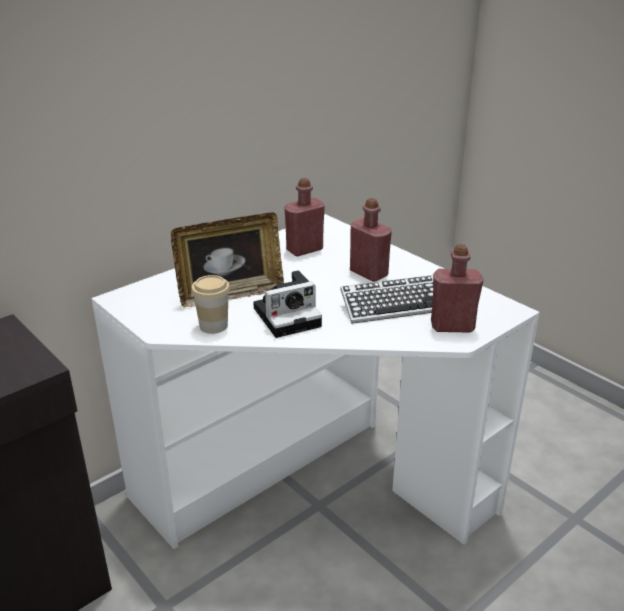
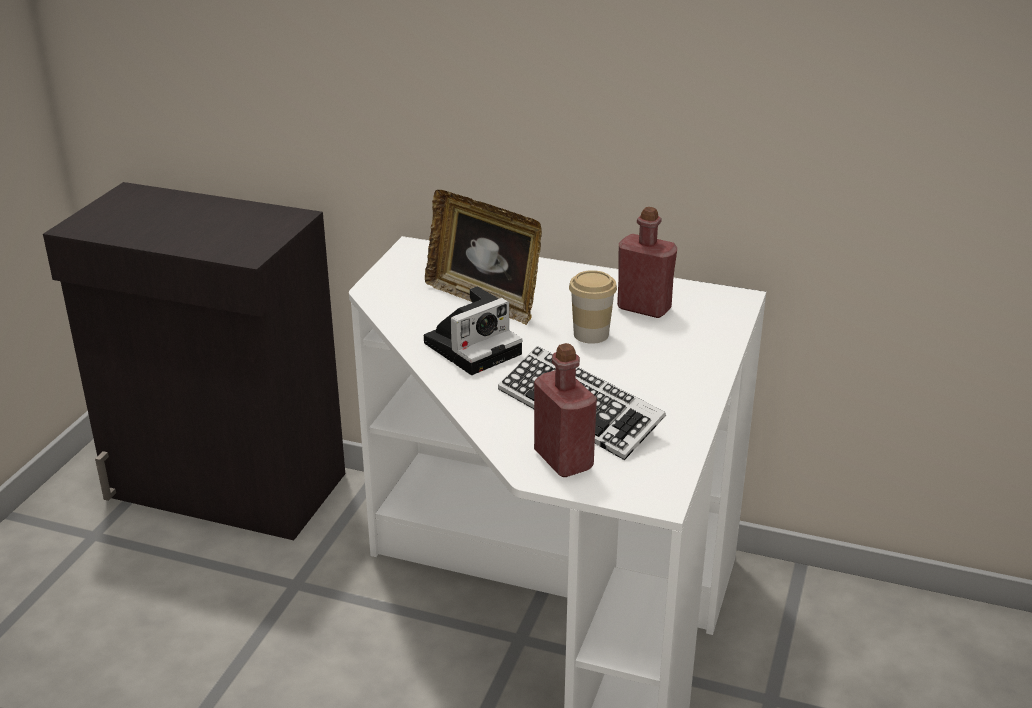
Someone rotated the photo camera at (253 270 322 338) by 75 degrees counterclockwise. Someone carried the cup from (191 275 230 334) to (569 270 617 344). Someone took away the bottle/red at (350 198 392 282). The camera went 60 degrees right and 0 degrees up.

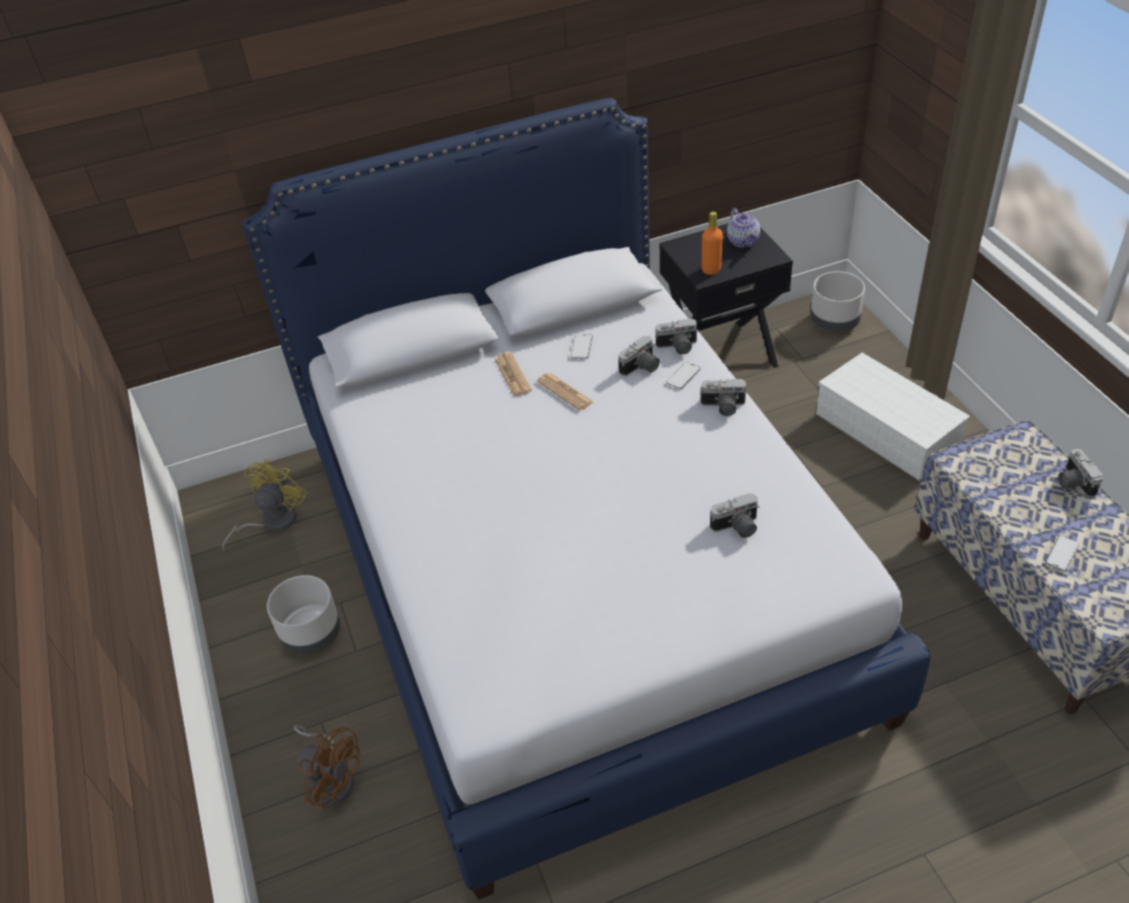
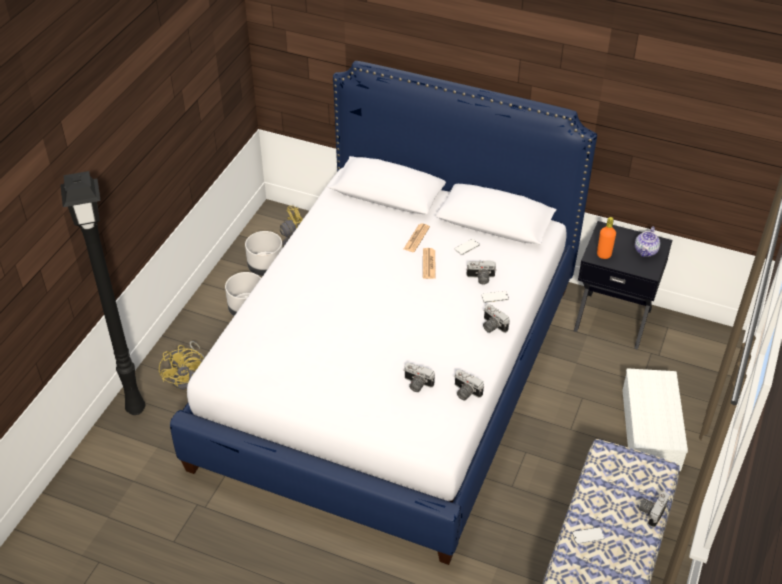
Someone put down the floor lamp/black at (60 171 145 415). Someone repainted the fan/brown at (294 725 360 809), which became the fan/yellow at (159 341 205 390). Someone carried the planter/grey from (810 271 865 332) to (245 231 283 276). Someone carried the photo camera from (655 318 699 354) to (454 370 484 400). The camera went 40 degrees right and 0 degrees up.

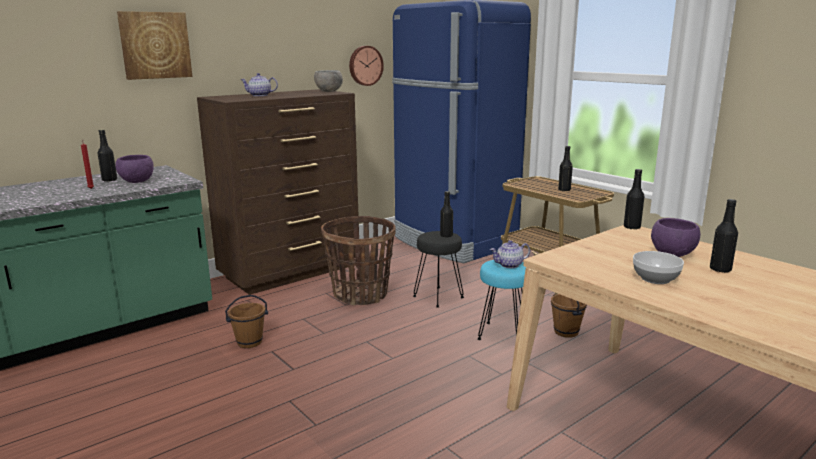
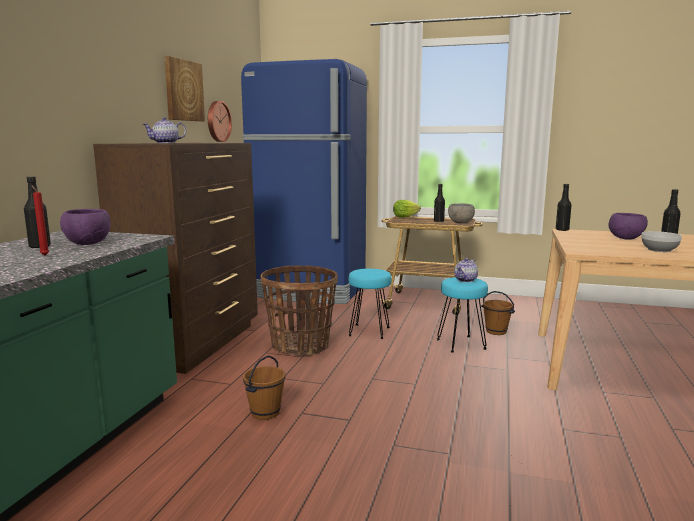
Someone carried the picture from (117 11 192 80) to (164 56 205 121). Someone repainted the stool/black at (413 231 464 308), which became the stool/turquoise at (348 269 392 339). Someone put down the lettuce at (393 200 421 218). Someone carried the bowl/grey from (314 70 343 92) to (448 203 475 224). Someone took away the bottle/black at (440 191 453 237). The camera went 35 degrees left and 5 degrees down.

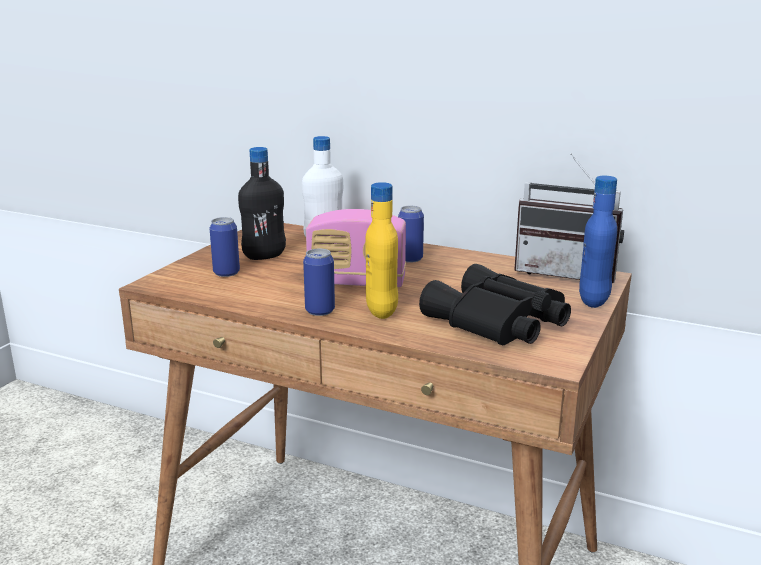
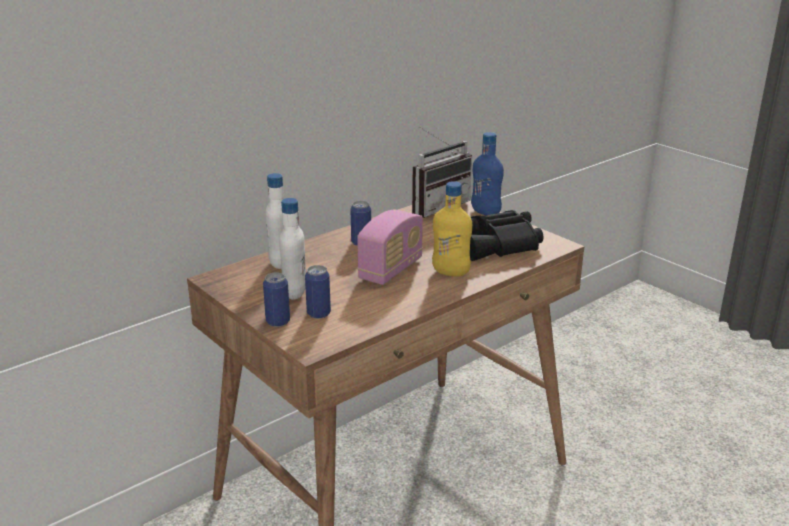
Someone carried the can from (303 248 335 316) to (263 272 290 327). Someone repainted the bottle/black at (238 147 286 260), which became the bottle/white at (279 198 306 300). The camera went 65 degrees left and 5 degrees up.

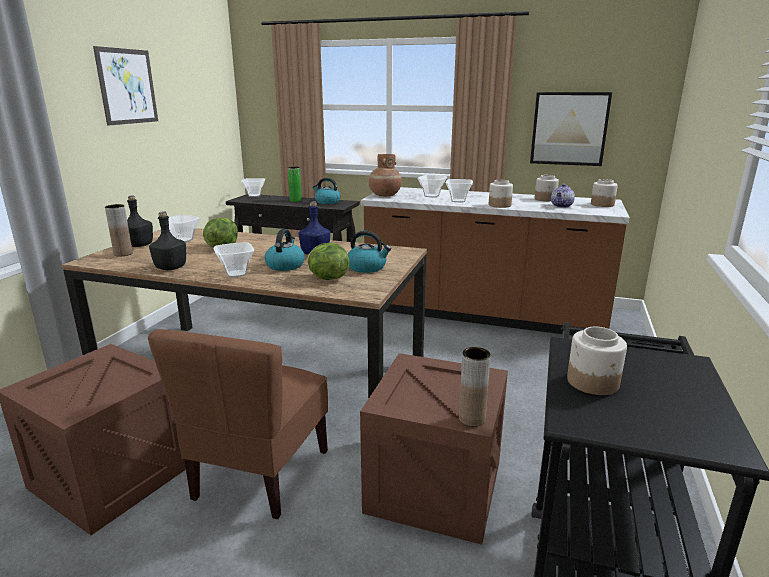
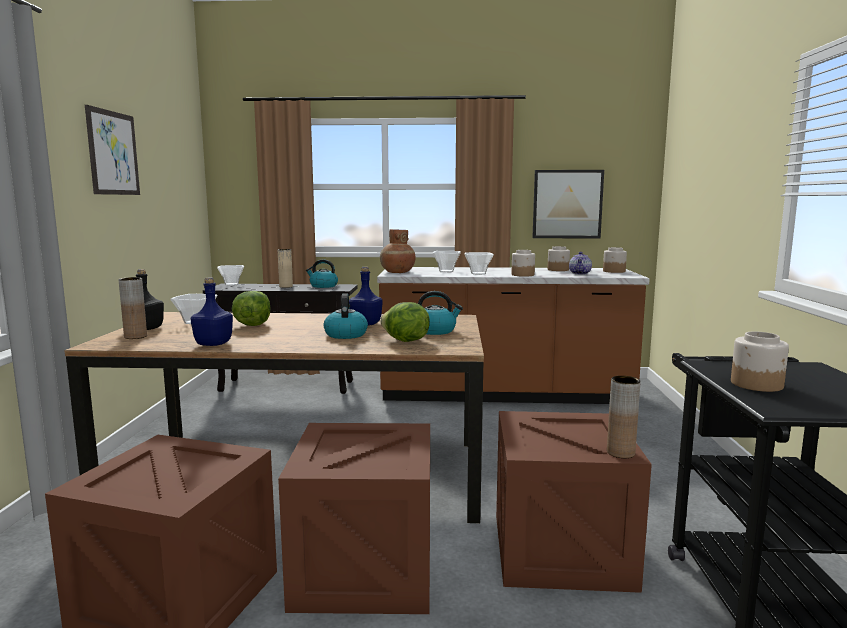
Someone repainted the bottle/black at (149 211 186 270), which became the bottle/blue at (191 277 233 346). Someone repainted the vase/green at (288 167 302 202), which became the vase/beige at (278 249 293 288). Someone swapped the chair/brown at (148 329 328 519) for the crate at (278 423 430 614). Someone took away the bowl at (213 242 254 278). The camera went 15 degrees left and 10 degrees down.

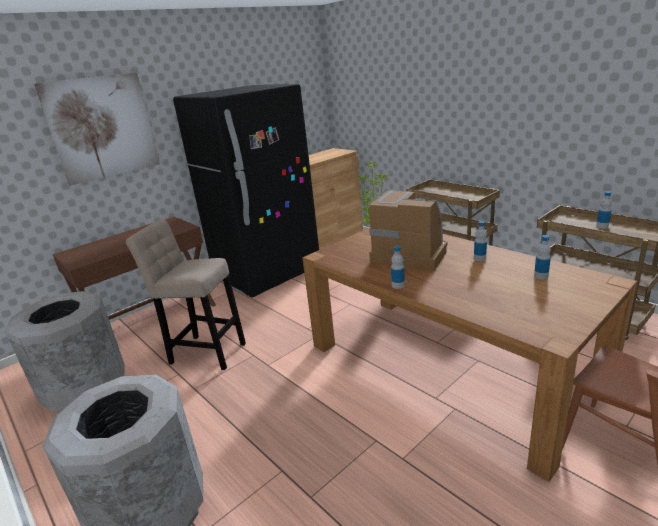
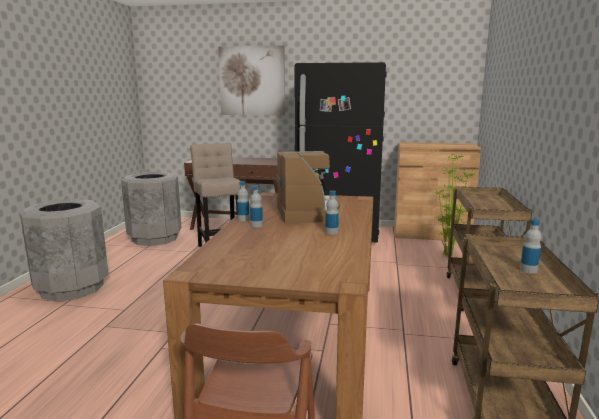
Someone carried the bottle from (534 235 551 279) to (250 186 263 227). The camera went 50 degrees right and 10 degrees down.

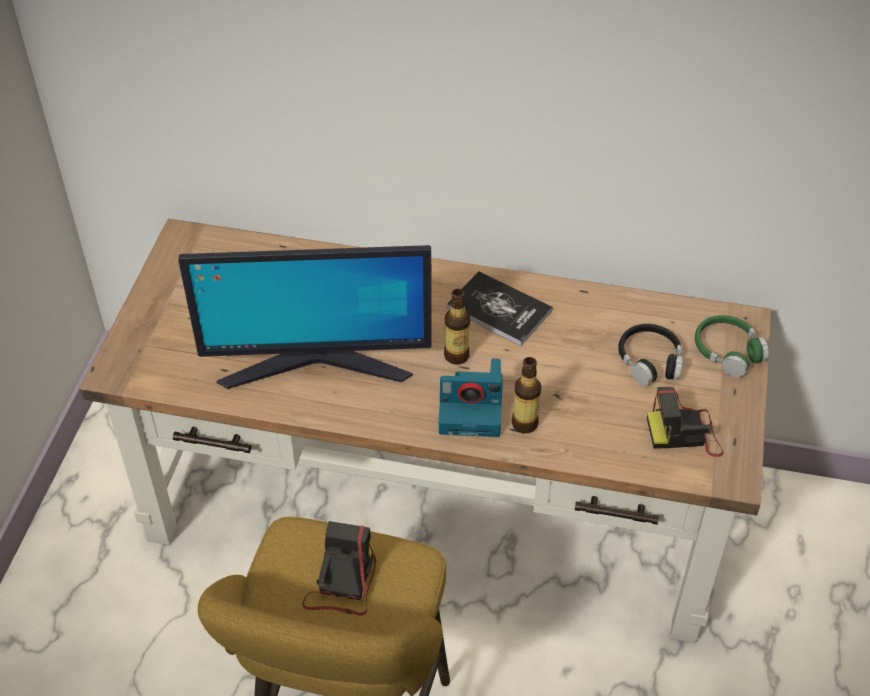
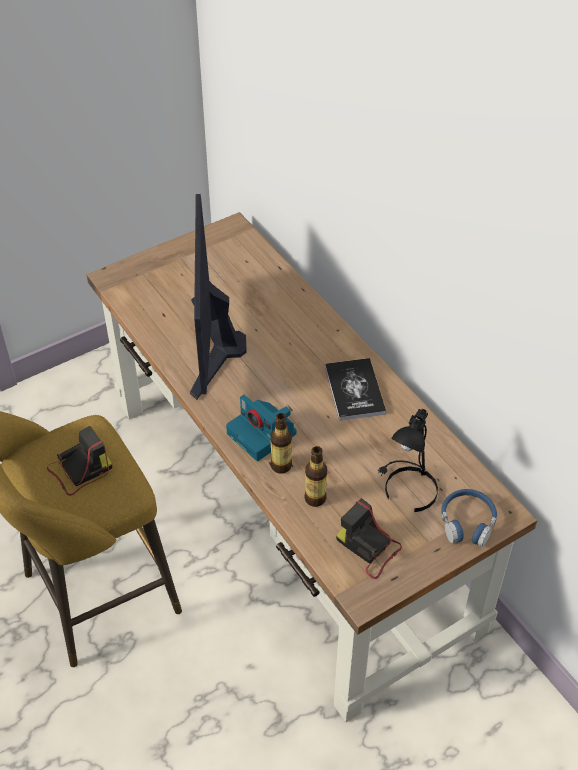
Someone rotated the monitor at (178 245 432 389) by 45 degrees clockwise. Someone carried the bottle from (444 289 470 365) to (304 446 327 507). Someone swapped the headphones/black at (618 324 683 386) for the table lamp/black at (378 409 438 512). Someone repainted the headphones/green at (695 315 769 377), which became the headphones/blue at (441 489 497 547). The camera went 45 degrees right and 0 degrees up.

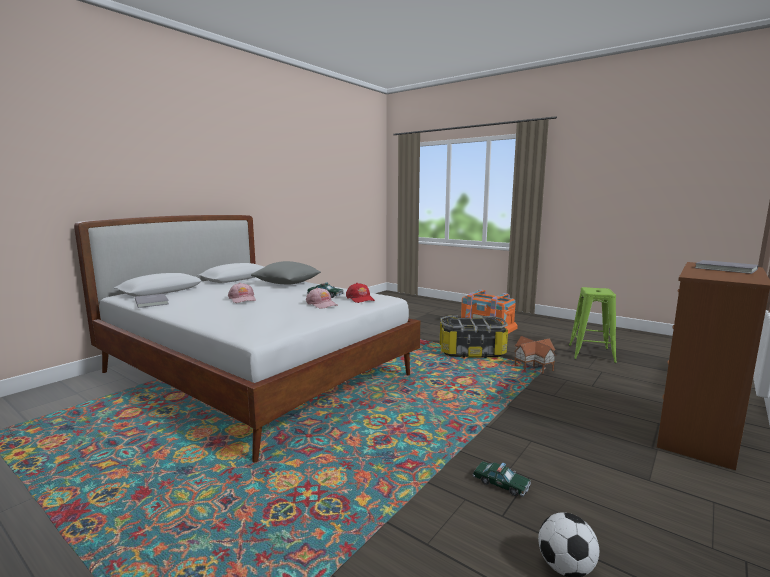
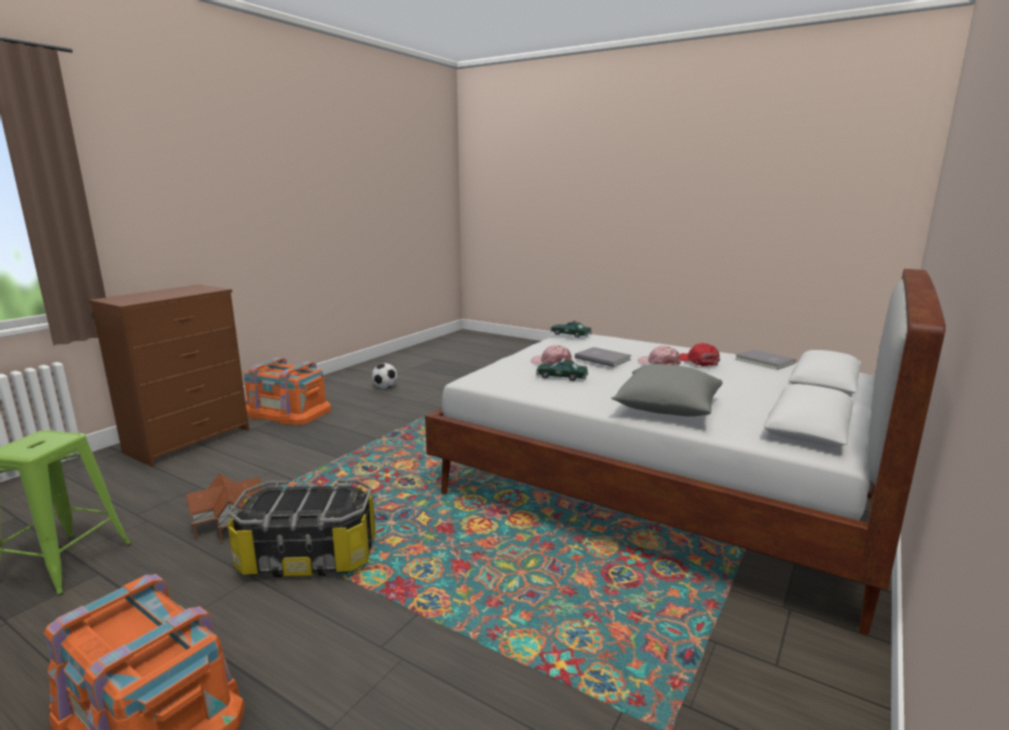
Someone put down the storage box/orange at (244 357 331 425). Someone carried the toy car from (472 461 531 497) to (550 320 592 338). Someone carried the book/grey from (695 260 758 274) to (575 347 632 367). Someone carried the cap/red from (346 283 375 303) to (680 343 720 366). The camera went 175 degrees right and 5 degrees up.

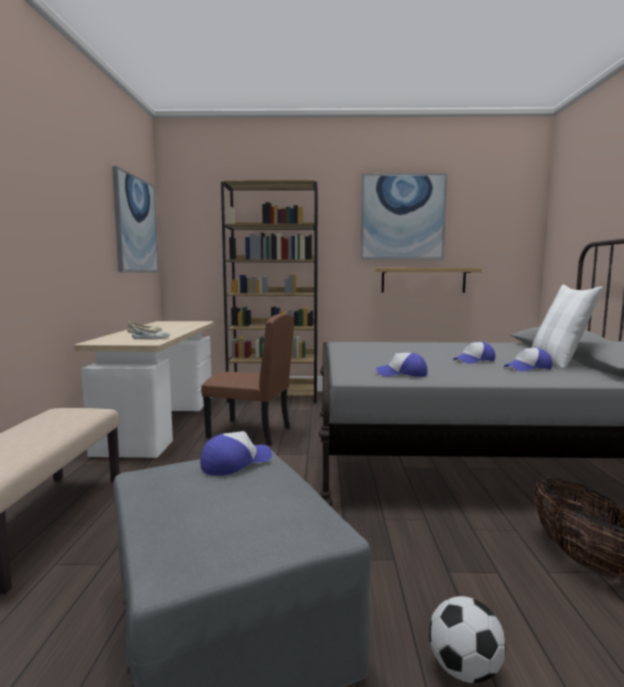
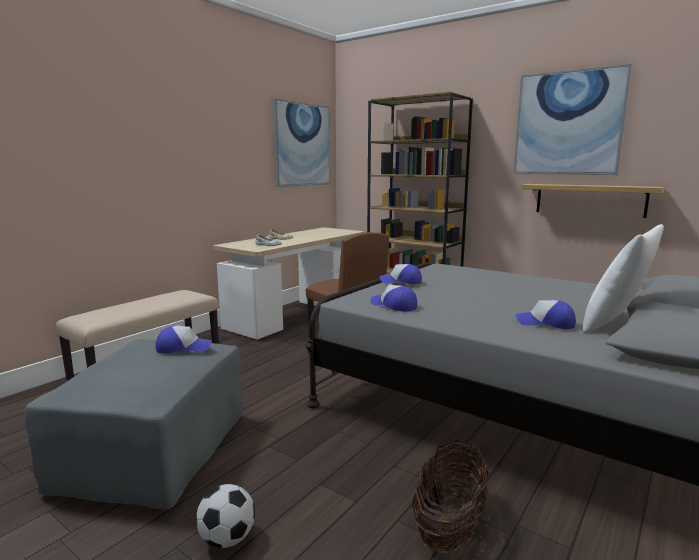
Someone carried the cap from (453 342 495 364) to (380 264 422 284). The camera went 35 degrees right and 5 degrees up.

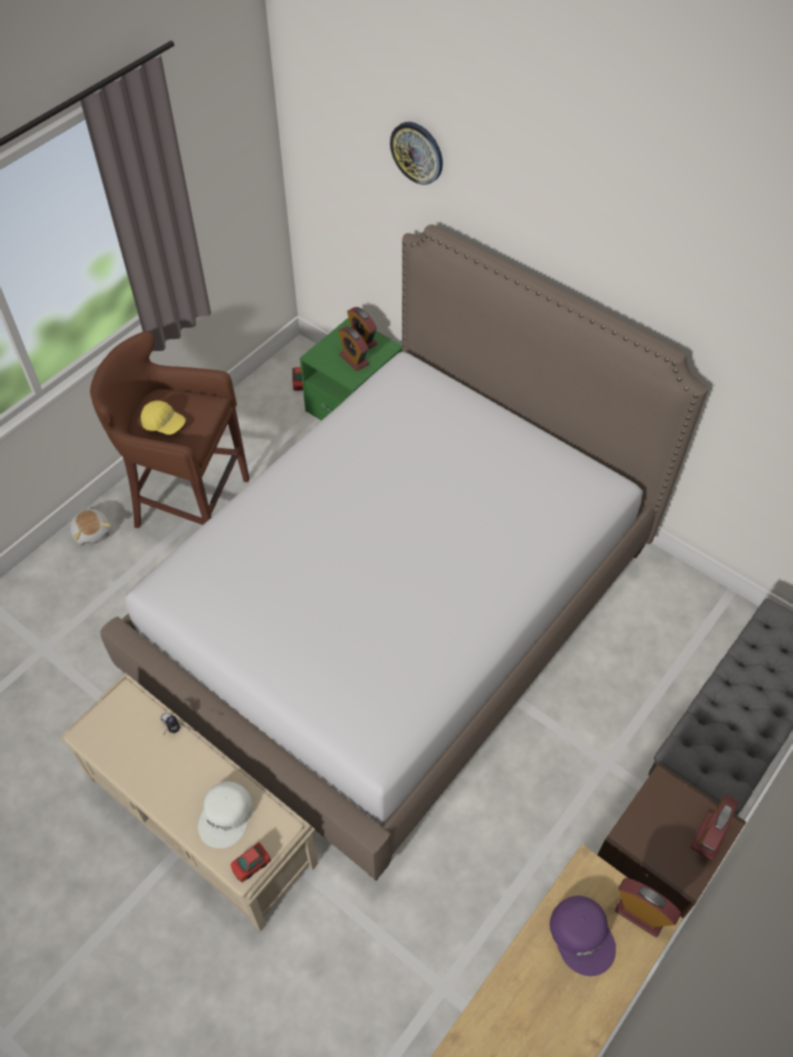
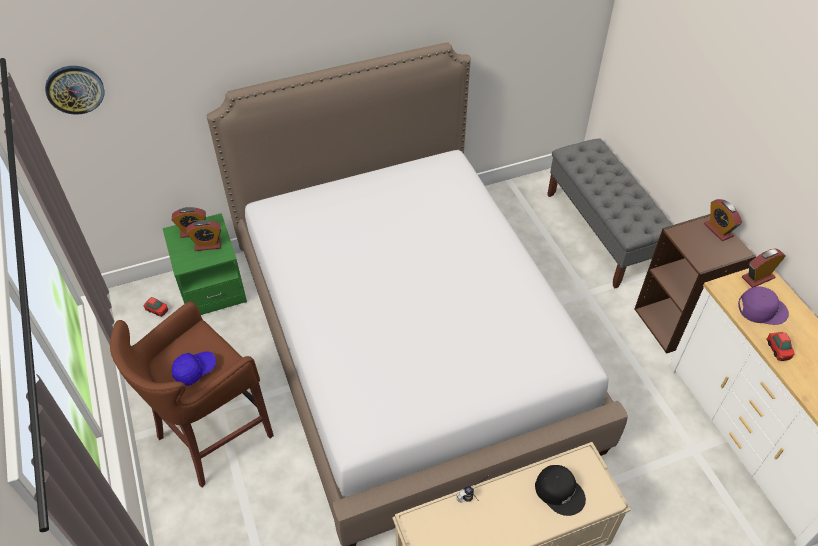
Someone carried the wall clock from (390 122 443 185) to (45 66 105 115). Someone repainted the cap/yellow at (141 401 186 435), which became the cap/blue at (172 351 216 386). Someone repainted the cap/white at (198 781 253 848), which became the cap/black at (535 465 586 516). Someone carried the toy car from (231 842 271 882) to (766 332 795 361). Someone took away the plush toy at (70 509 111 546). The camera went 60 degrees left and 5 degrees down.

